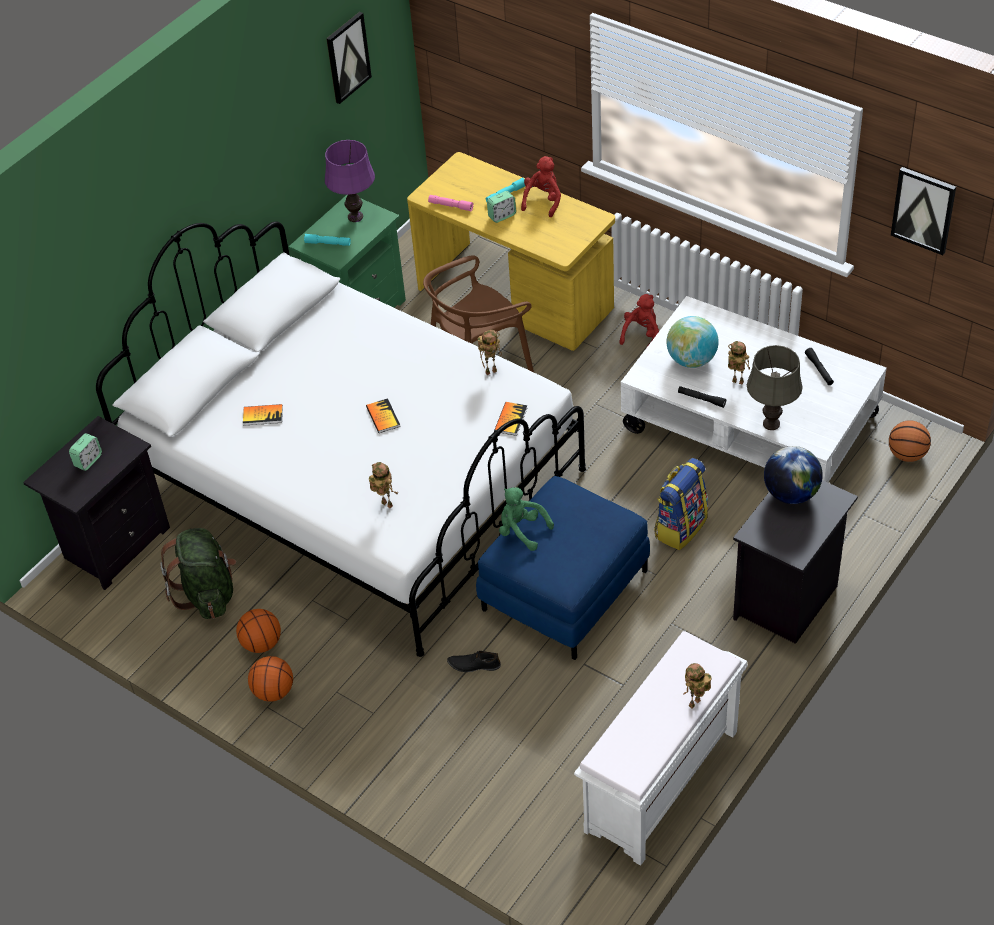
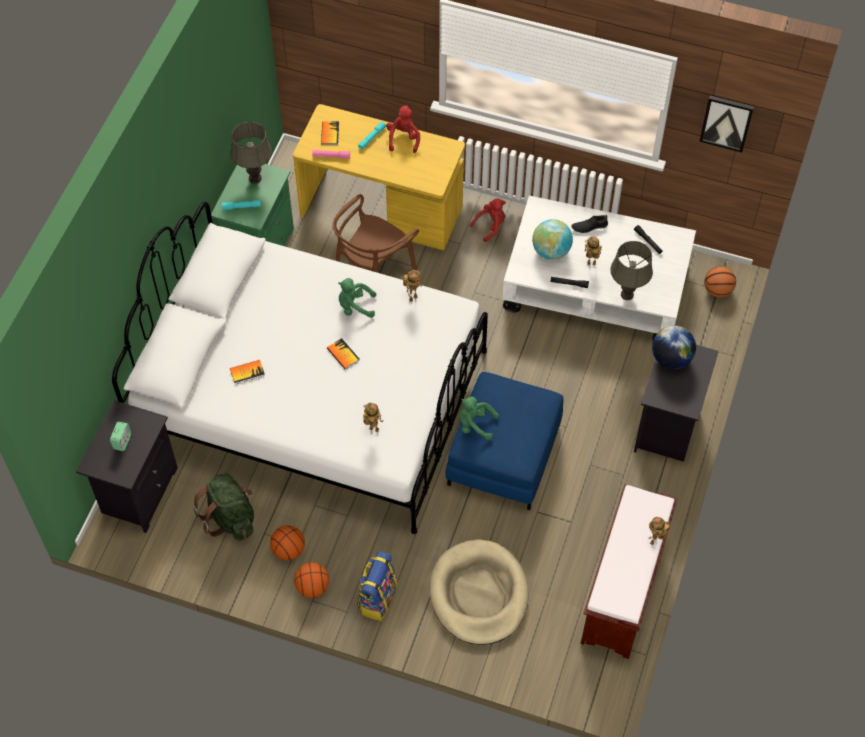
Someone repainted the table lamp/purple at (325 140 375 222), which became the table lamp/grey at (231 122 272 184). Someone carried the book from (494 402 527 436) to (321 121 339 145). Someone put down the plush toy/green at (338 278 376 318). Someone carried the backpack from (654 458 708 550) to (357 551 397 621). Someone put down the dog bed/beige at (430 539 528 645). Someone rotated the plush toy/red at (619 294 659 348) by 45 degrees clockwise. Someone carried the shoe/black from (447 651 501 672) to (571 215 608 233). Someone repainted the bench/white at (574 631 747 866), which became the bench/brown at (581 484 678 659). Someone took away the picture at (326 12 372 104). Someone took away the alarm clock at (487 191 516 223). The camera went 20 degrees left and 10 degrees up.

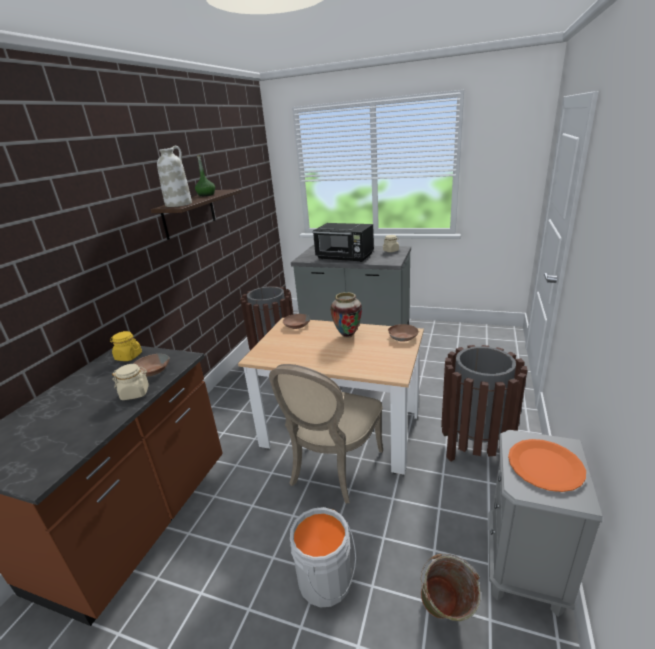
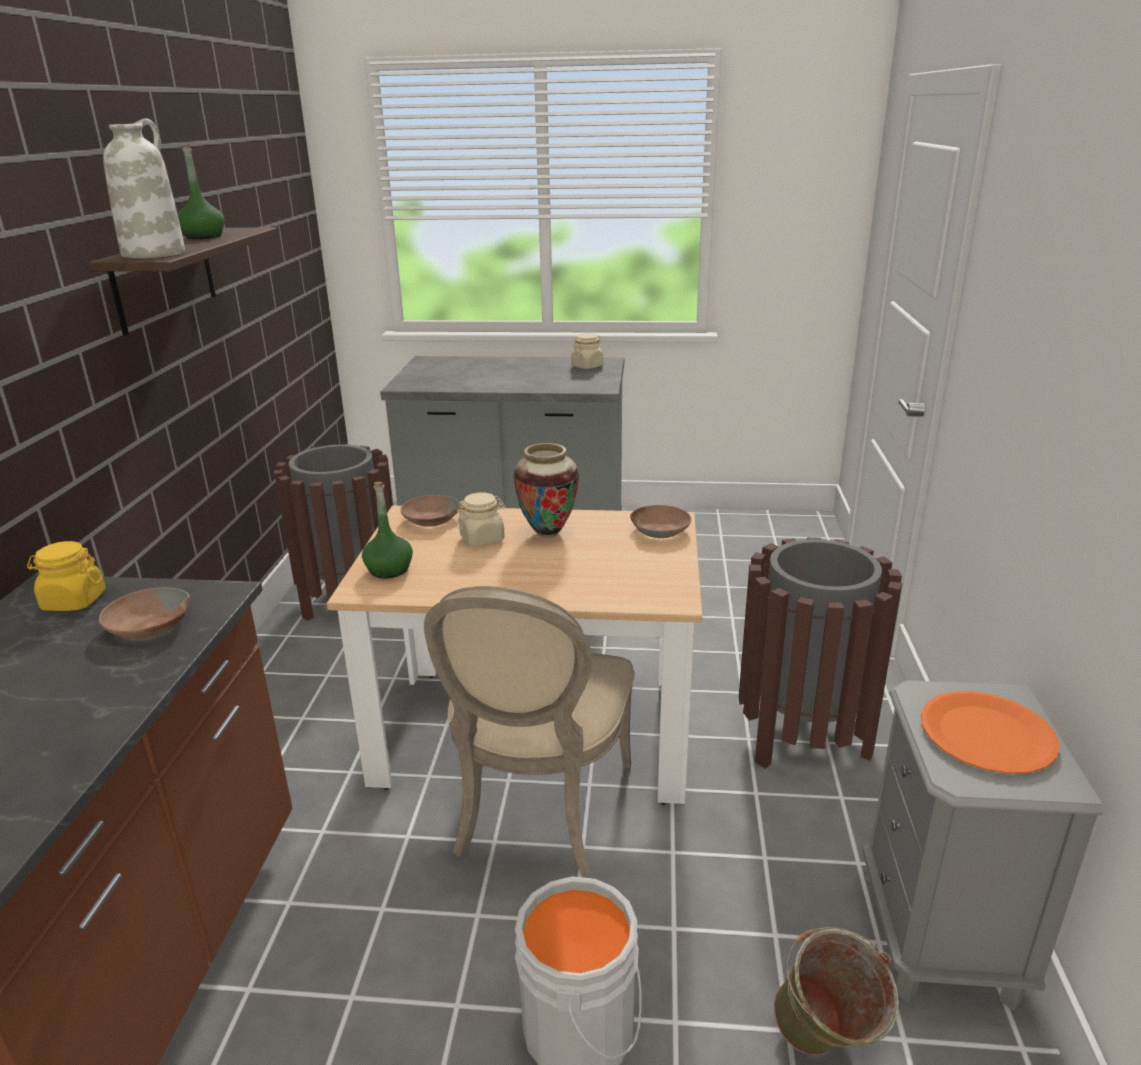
Someone put down the bottle/green at (362 482 413 579). Someone carried the jar/beige from (112 364 149 400) to (457 492 506 546). Someone took away the microwave/black at (313 223 374 262). The camera went 15 degrees left and 0 degrees up.

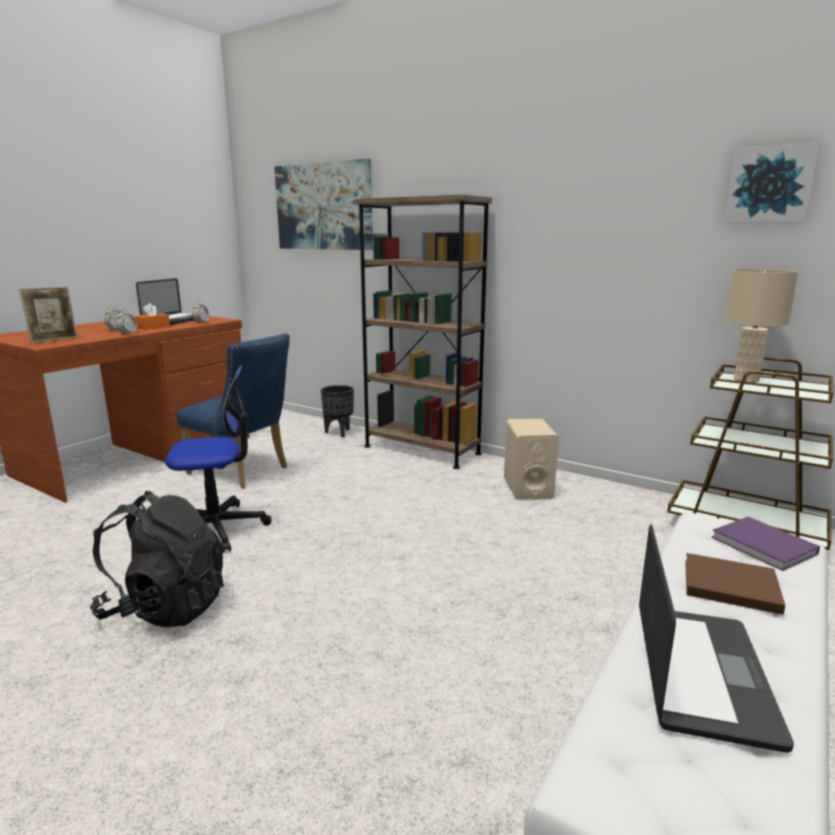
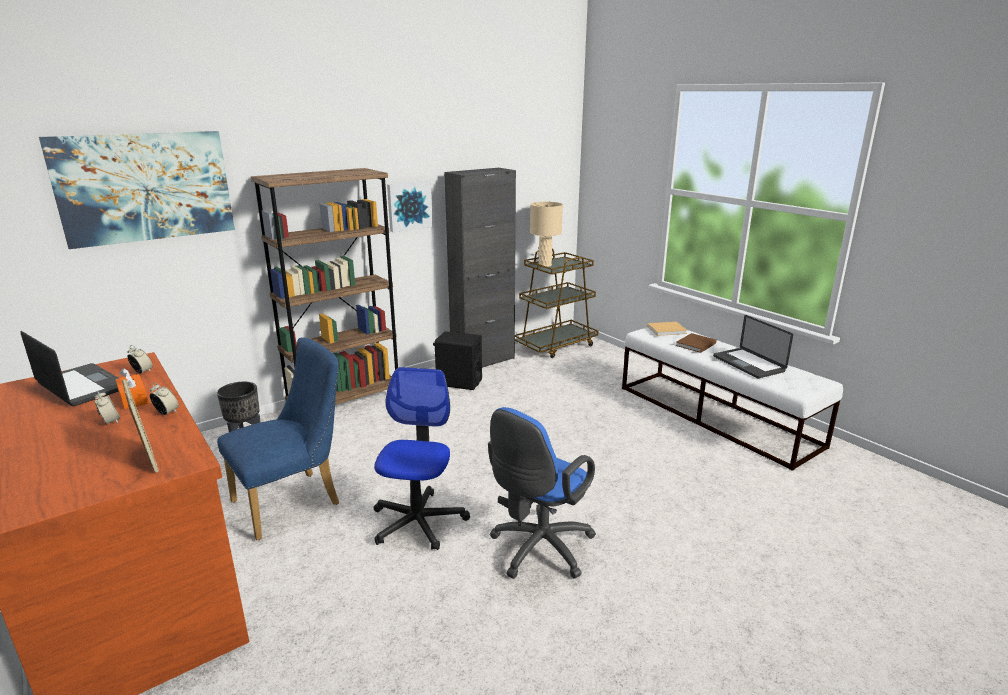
Someone carried the picture from (724 142 821 223) to (387 181 433 232). Someone repainted the speaker/beige at (504 419 559 500), which became the speaker/black at (433 331 482 390). Someone put down the cabinet/black at (444 168 516 368). Someone swapped the backpack/black at (90 491 224 627) for the office chair/blue at (488 407 596 579). Someone repainted the book/purple at (711 517 820 571), which became the book/beige at (647 322 687 336). Someone rotated the laptop at (639 524 794 753) by 150 degrees counterclockwise. The camera went 70 degrees left and 5 degrees up.

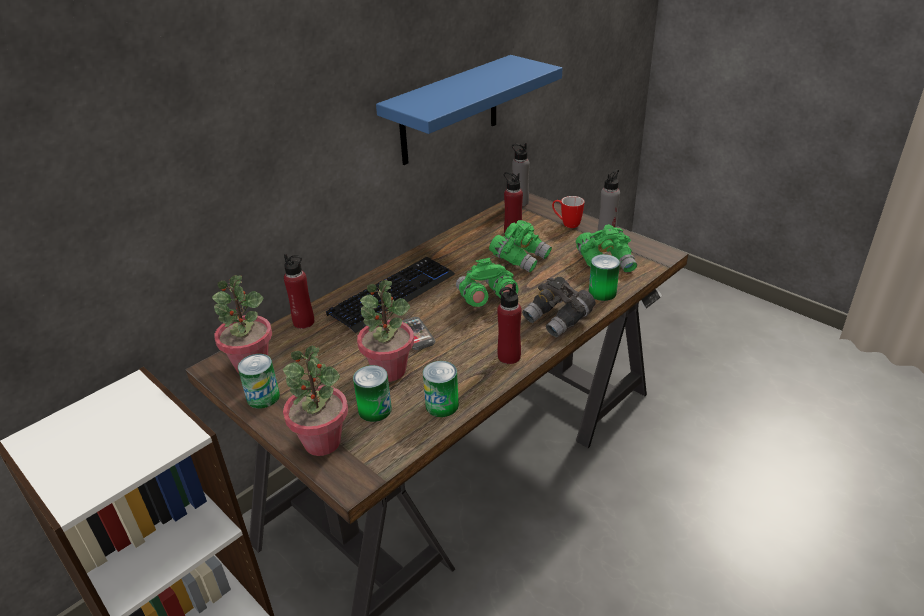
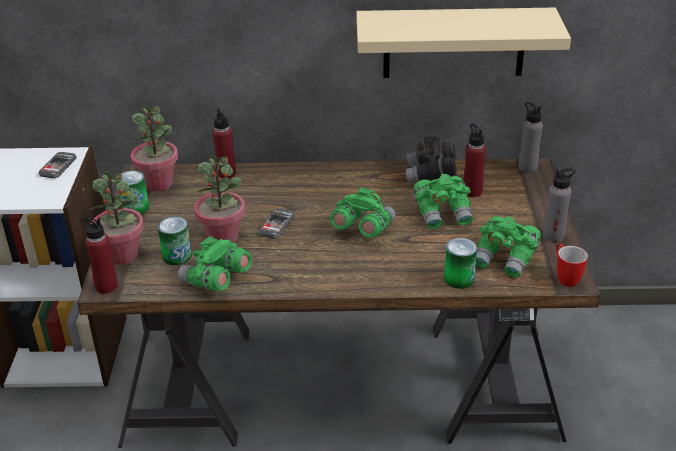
Someone put down the phone at (38 152 77 178). Someone carried the bottle/red from (497 283 522 364) to (80 217 118 294). Someone swapped the can at (423 361 459 417) for the binoculars/green at (178 236 252 291). Someone repainted the shelf/blue at (376 55 562 165), which became the shelf/beige at (356 7 571 78). Someone carried the binoculars/grey from (522 277 596 338) to (406 136 457 183). Someone carried the mug from (552 196 584 228) to (556 244 588 287). Someone took away the keyboard at (326 257 455 333). The camera went 45 degrees right and 0 degrees up.

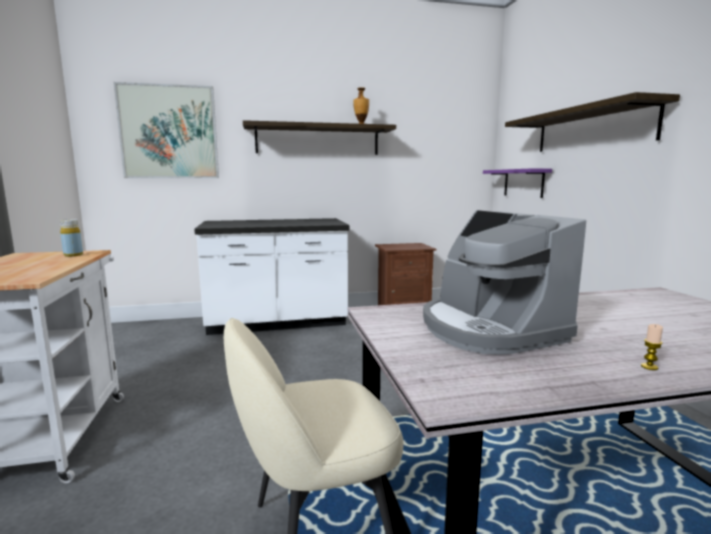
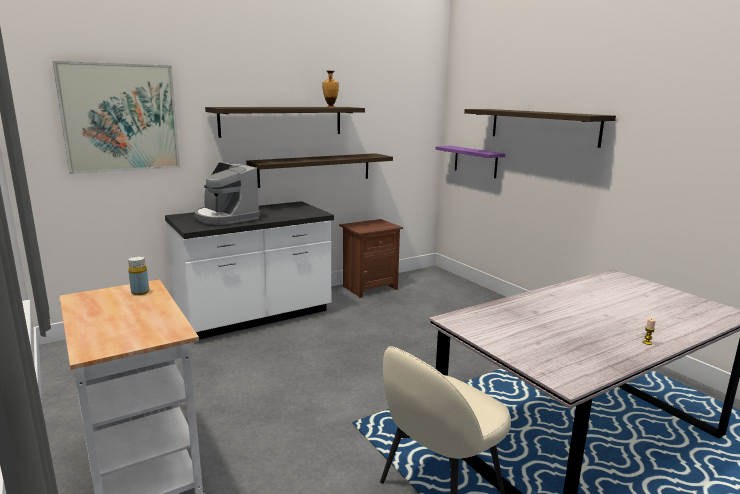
Someone carried the coffee machine from (423 210 586 355) to (194 162 260 225). Someone put up the shelf at (246 153 393 188). The camera went 20 degrees left and 5 degrees up.

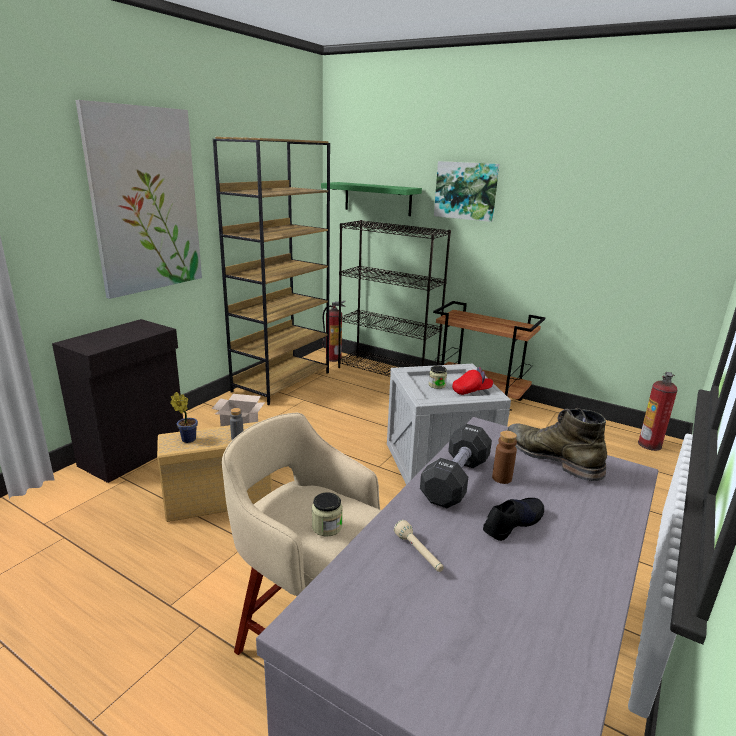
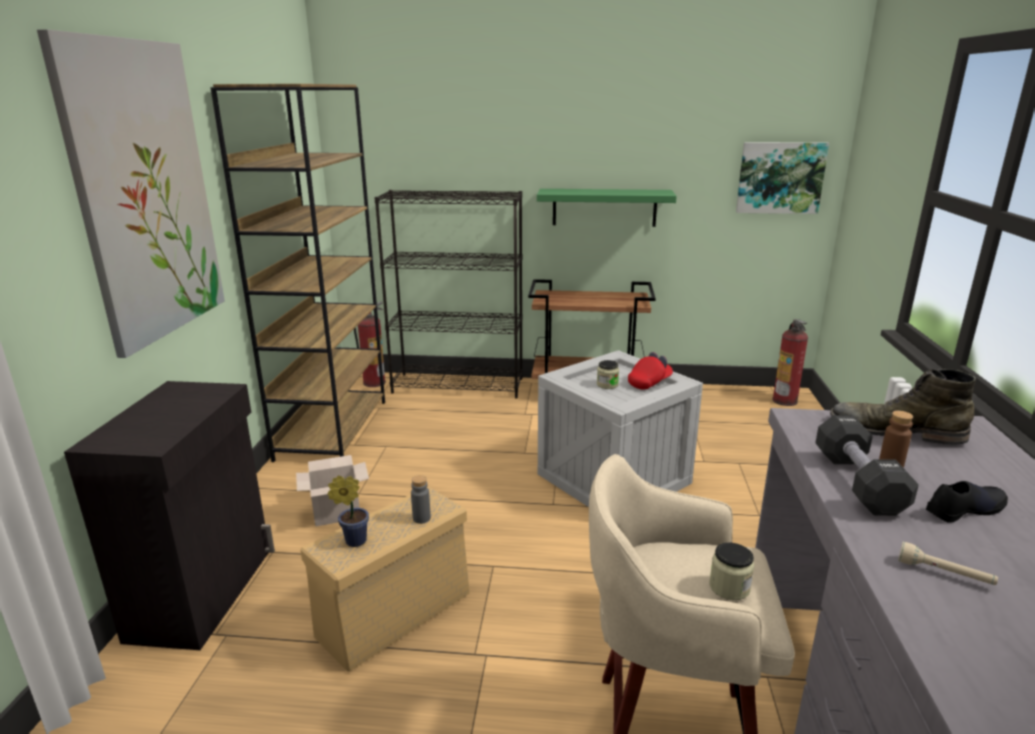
Someone carried the shelf/green from (321 182 422 216) to (537 189 677 227). Someone carried the picture from (434 161 499 222) to (736 142 829 214). Someone rotated the shoe/black at (483 498 544 541) by 45 degrees clockwise. The camera went 25 degrees left and 0 degrees up.

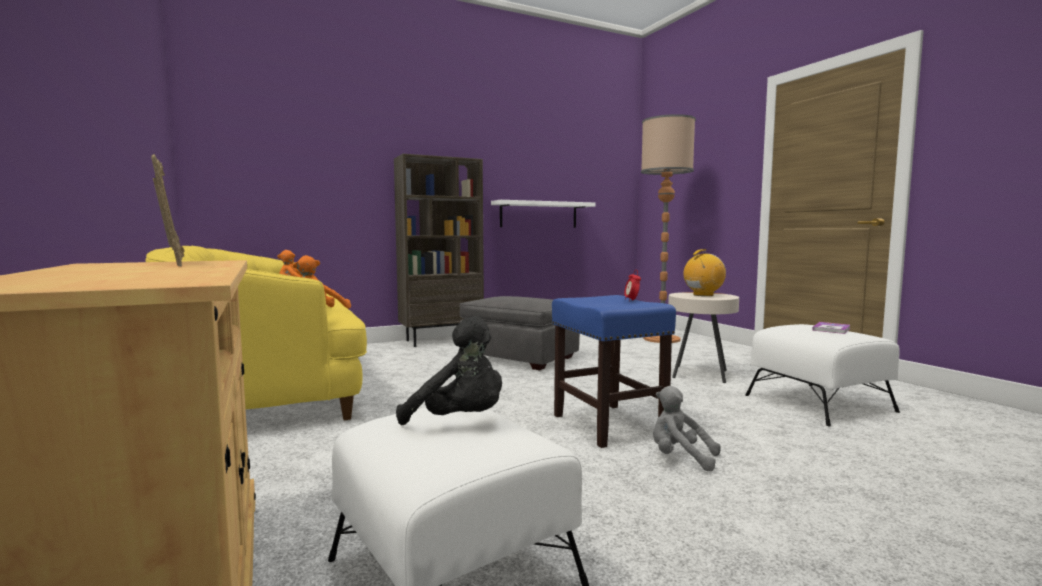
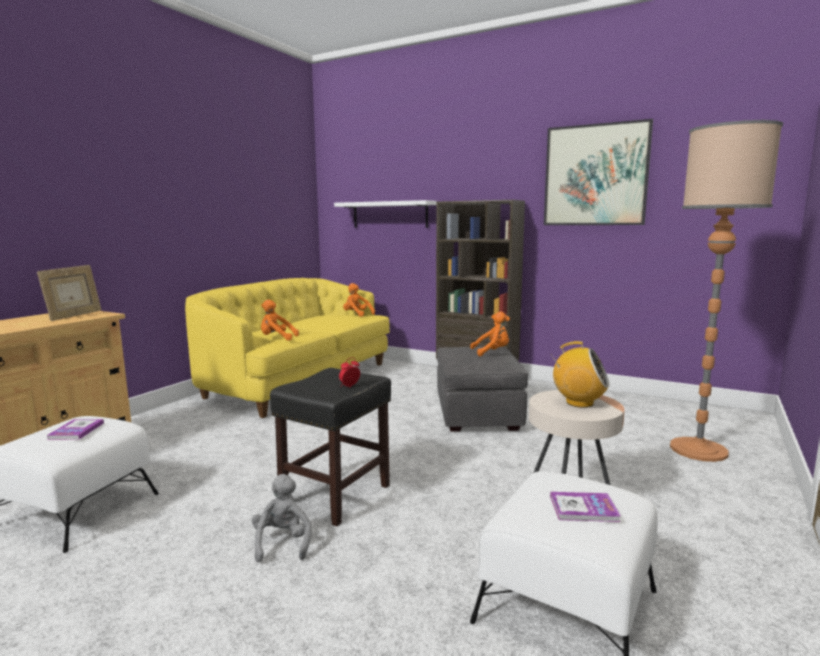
Someone swapped the plush toy/black at (396 316 502 425) for the book at (46 419 104 440). Someone repainted the stool/blue at (552 295 676 448), which became the stool/black at (270 368 391 526). Someone carried the shelf/white from (491 200 595 228) to (334 200 437 228). Someone put down the plush toy/orange at (470 312 510 357). Someone put up the picture at (544 119 653 225). The camera went 55 degrees right and 5 degrees up.

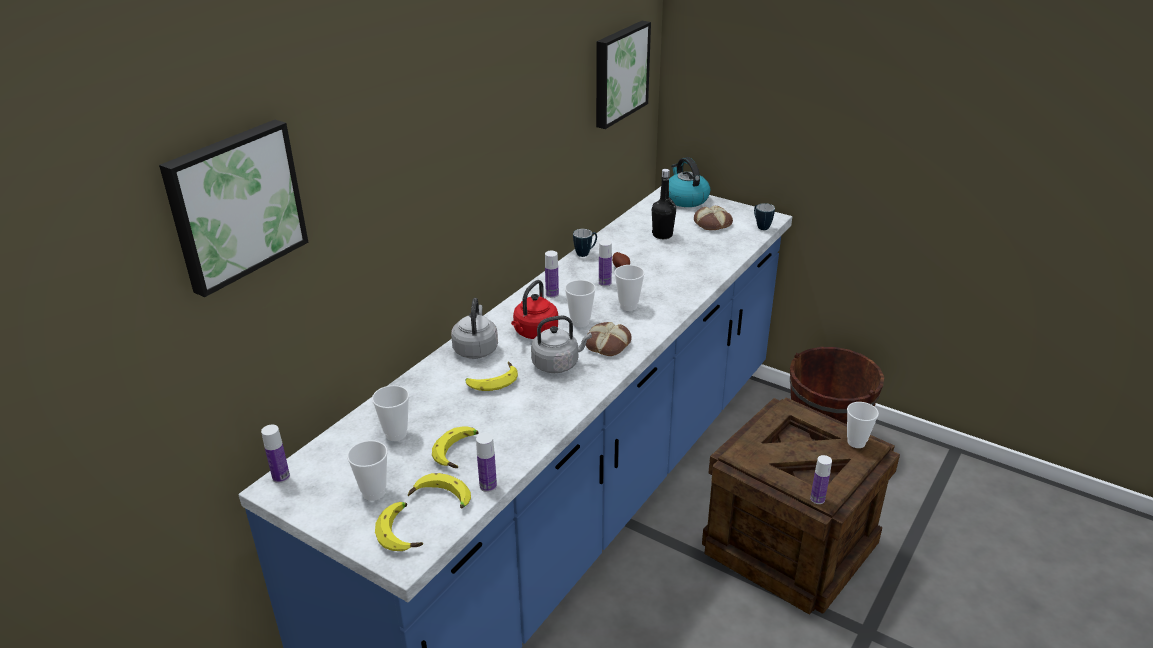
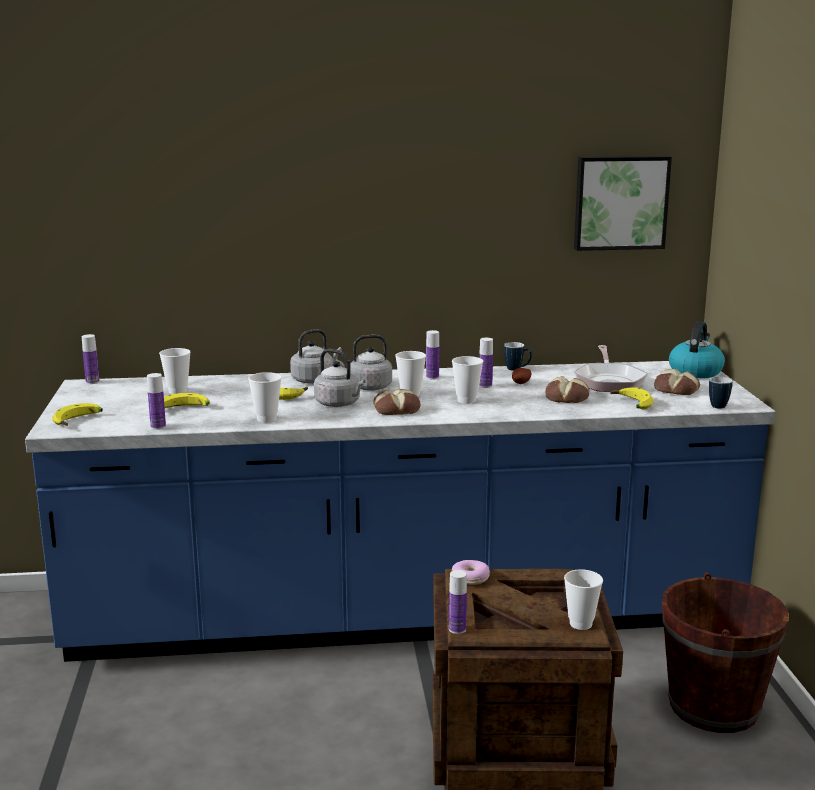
Someone carried the cup from (347 440 388 501) to (248 372 282 423). Someone repainted the kettle/red at (511 280 558 339), which became the kettle/grey at (336 335 392 391). Someone put down the donut at (452 560 490 585). Someone put down the bread at (545 376 589 403). Someone swapped the bottle/black at (652 169 676 239) for the frying pan at (574 345 648 392). Someone carried the banana from (408 473 471 508) to (610 387 654 409). Someone took away the picture at (159 120 308 297). The camera went 50 degrees right and 15 degrees down.

